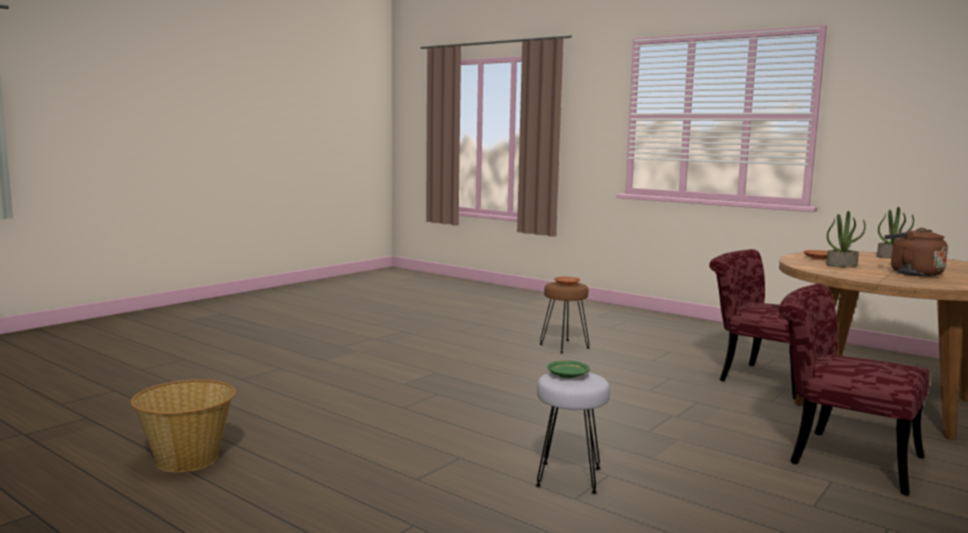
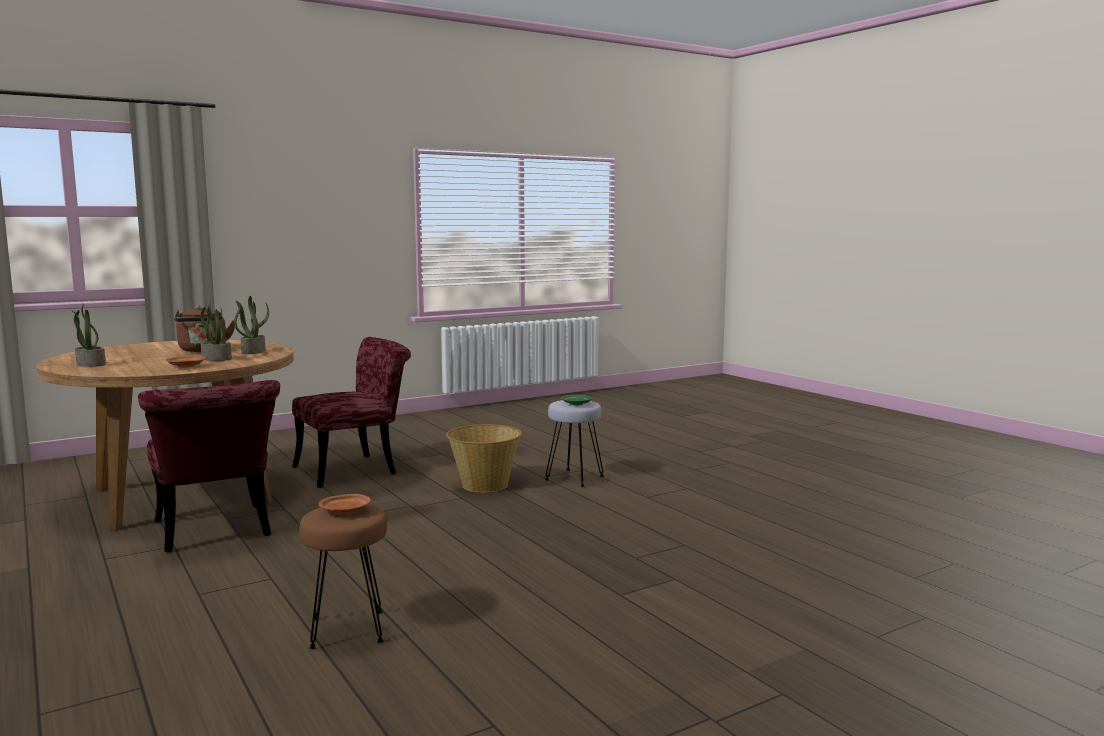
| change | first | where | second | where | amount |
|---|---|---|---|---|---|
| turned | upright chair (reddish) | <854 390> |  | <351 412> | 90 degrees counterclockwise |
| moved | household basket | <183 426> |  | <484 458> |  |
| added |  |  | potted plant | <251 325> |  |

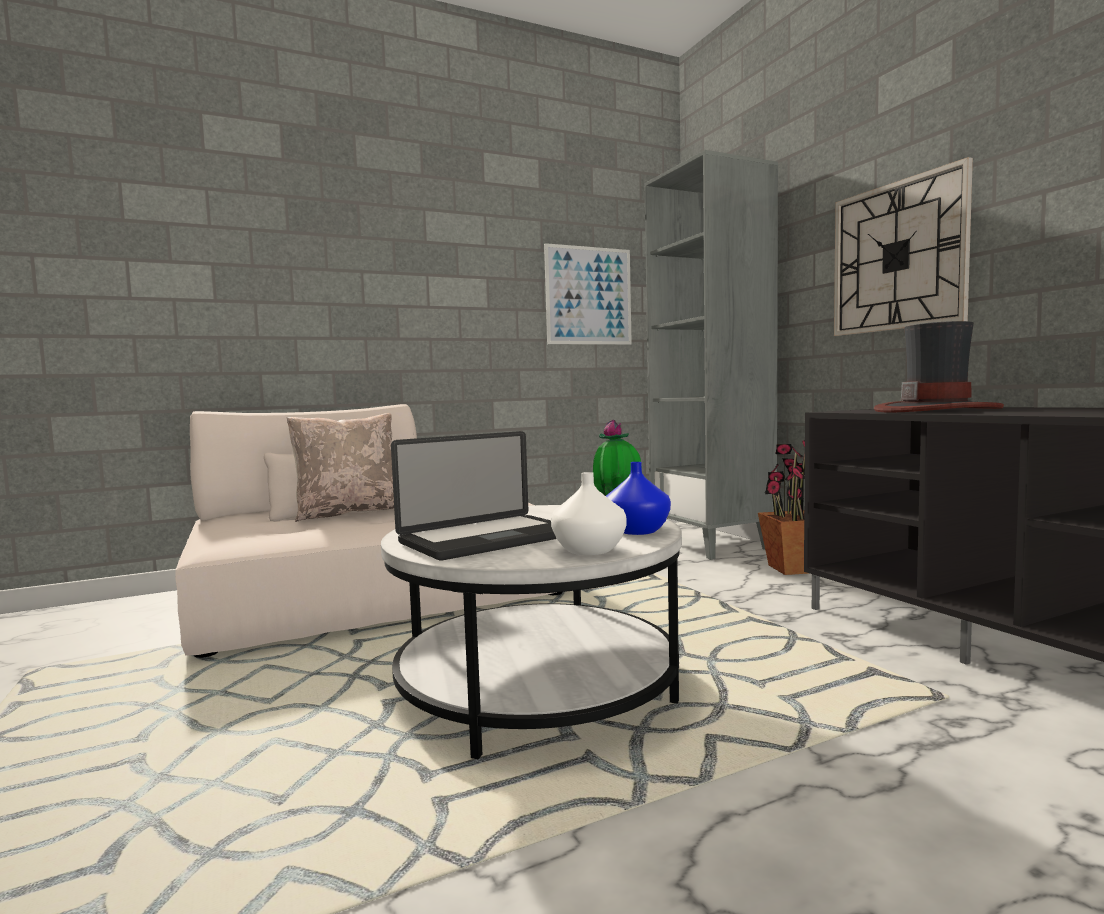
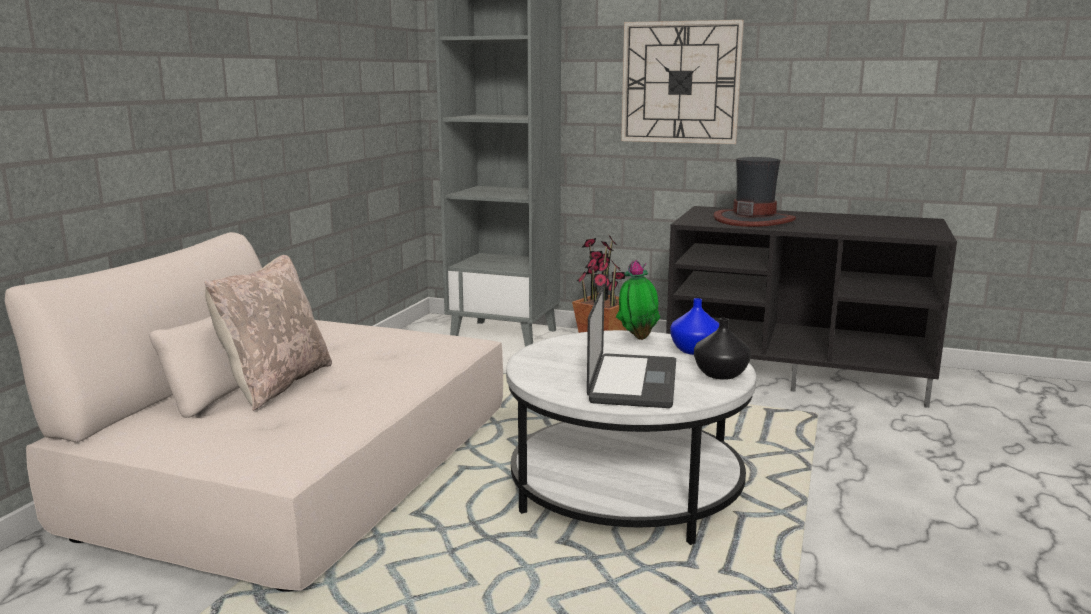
| change | first | where | second | where | amount |
|---|---|---|---|---|---|
| removed | picture | <588 294> |  |  |  |
| recoloured | vase (white-coloured) | <588 513> | vase (black) | <722 349> |  |

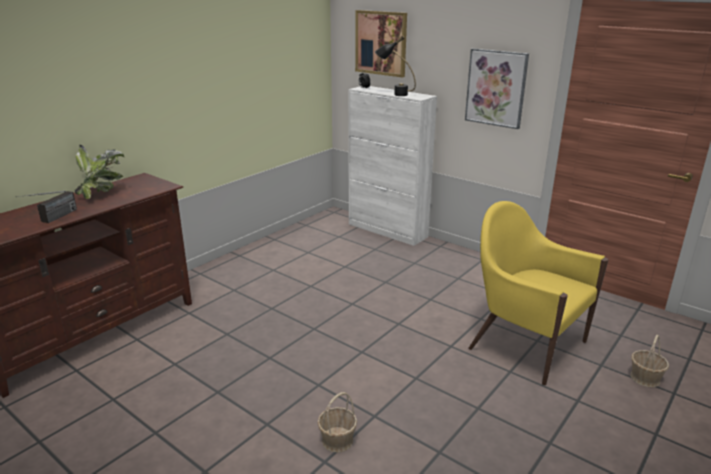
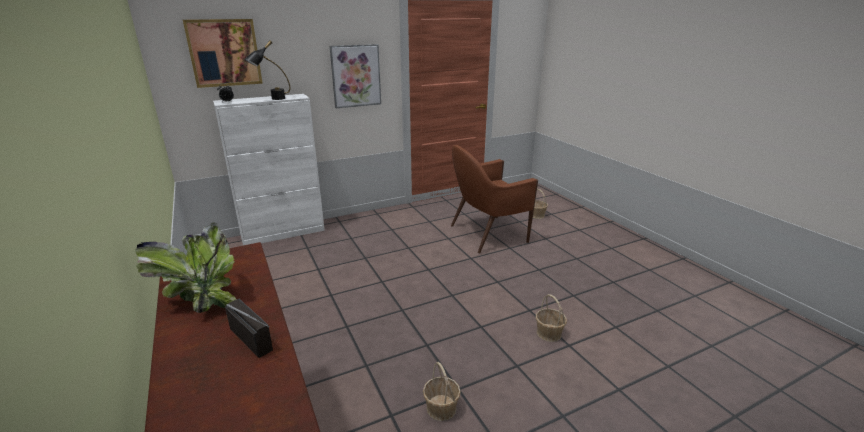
| change | first | where | second | where | amount |
|---|---|---|---|---|---|
| recoloured | armchair (yellow) | <538 293> | armchair (brownish) | <494 199> |  |
| added |  |  | household basket | <442 391> |  |

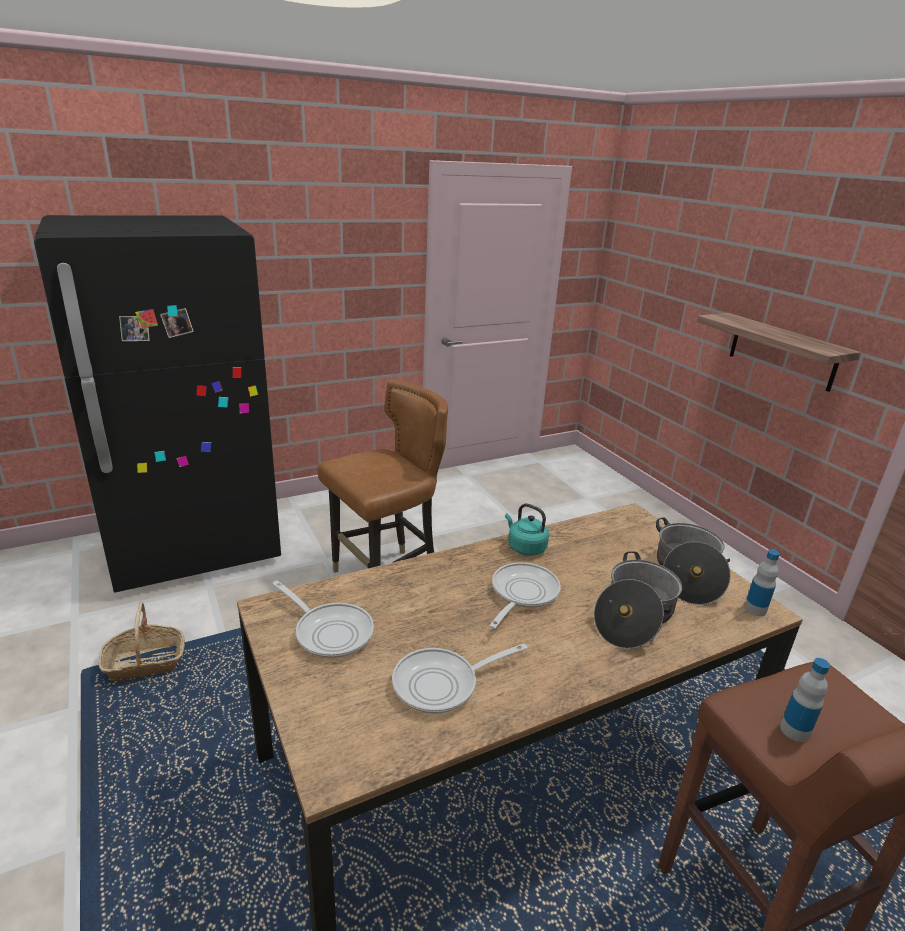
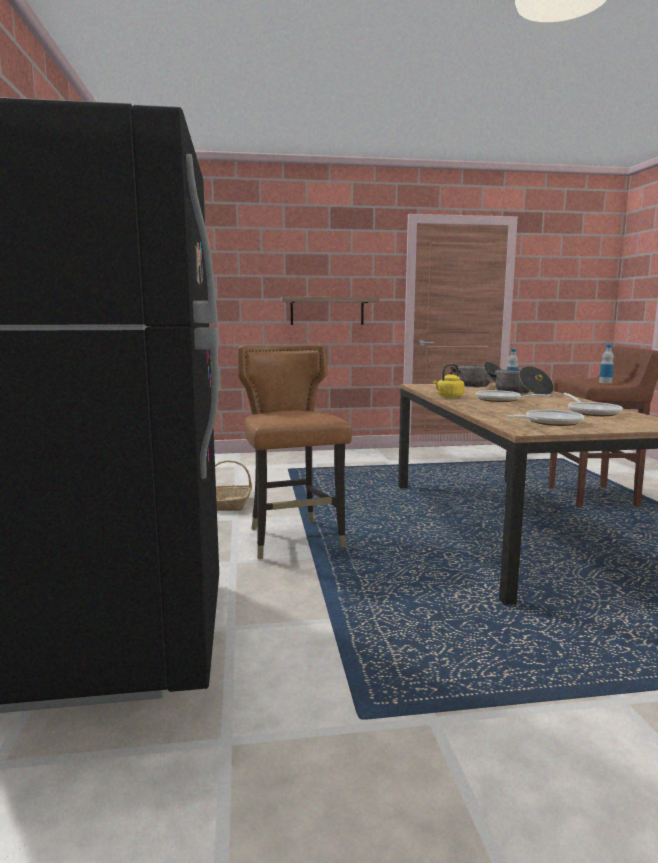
| change | first | where | second | where | amount |
|---|---|---|---|---|---|
| recoloured | water kettle (blue-green) | <527 530> | water kettle (yellow) | <448 381> |  |
| moved | household basket | <142 641> |  | <234 485> |  |

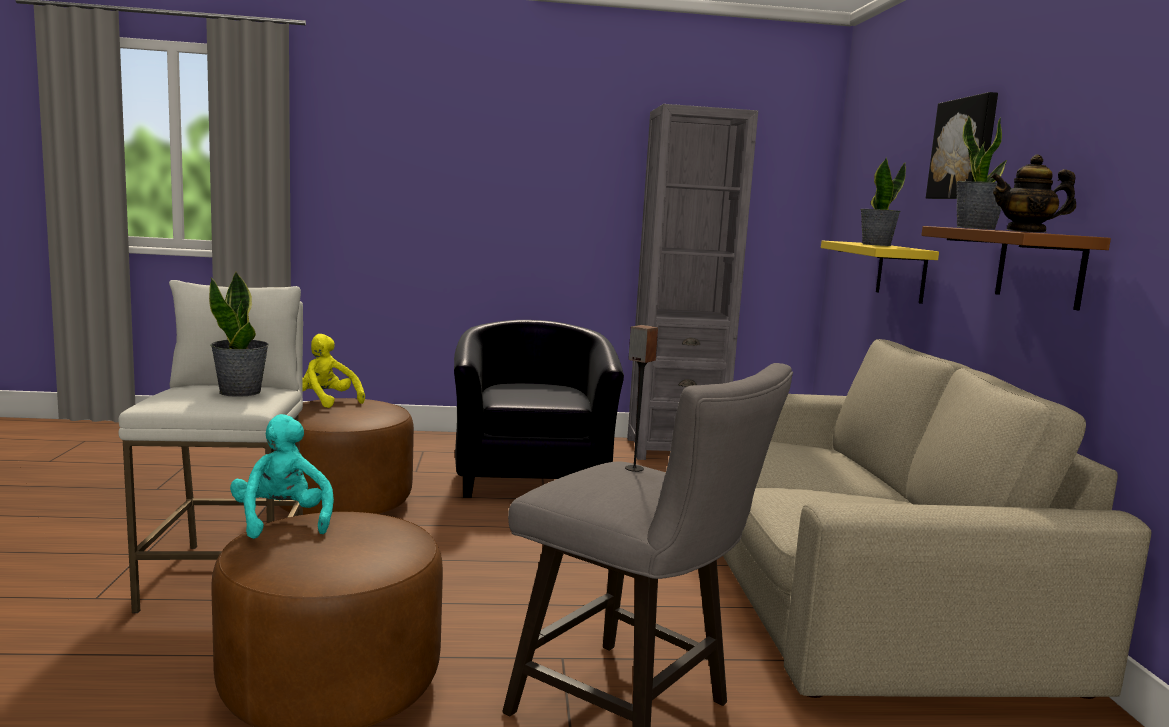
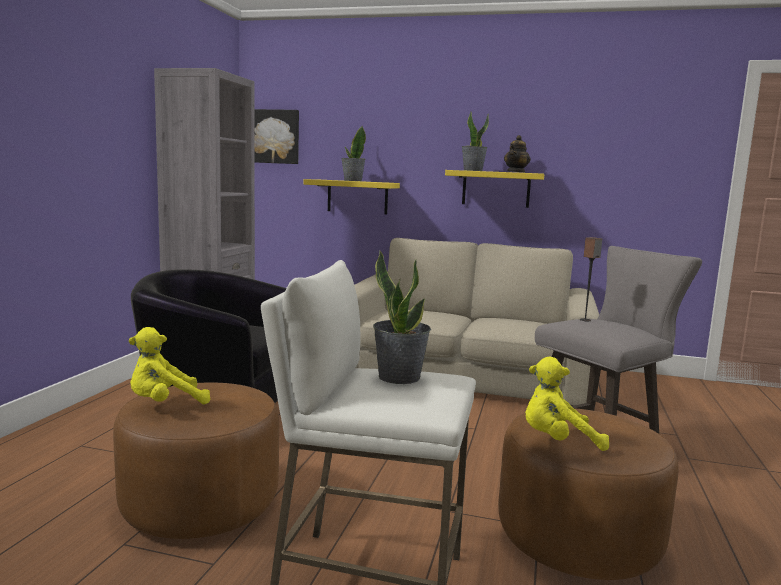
| change | first | where | second | where | amount |
|---|---|---|---|---|---|
| moved | picture | <962 145> |  | <277 136> |  |
| recoloured | shelf (brownish) | <1016 268> | shelf (yellow) | <494 189> |  |
| recoloured | plush toy (blue-green) | <282 476> | plush toy (yellow) | <567 404> |  |

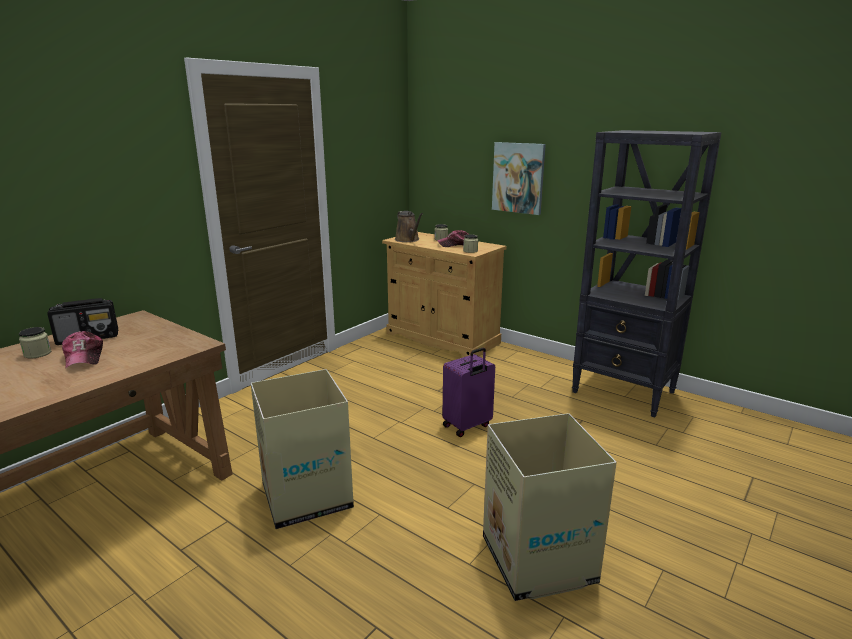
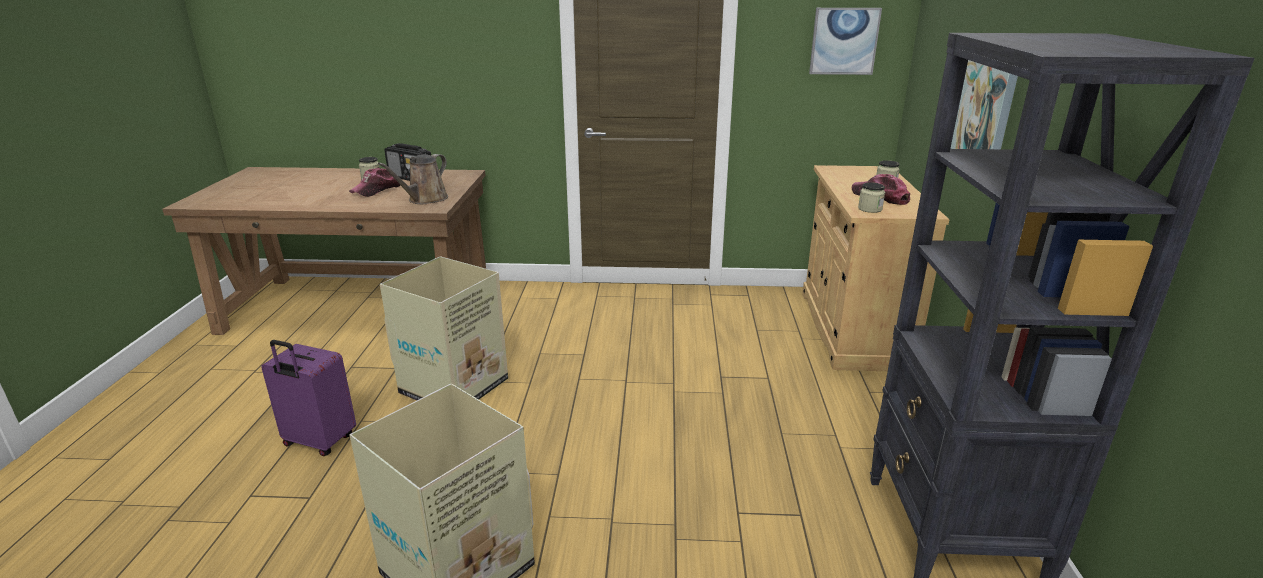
| change | first | where | second | where | amount |
|---|---|---|---|---|---|
| moved | watering can (brownish) | <409 226> |  | <413 179> |  |
| moved | suitcase (purple-coloured) | <468 392> |  | <308 398> |  |
| added |  |  | picture | <845 41> |  |

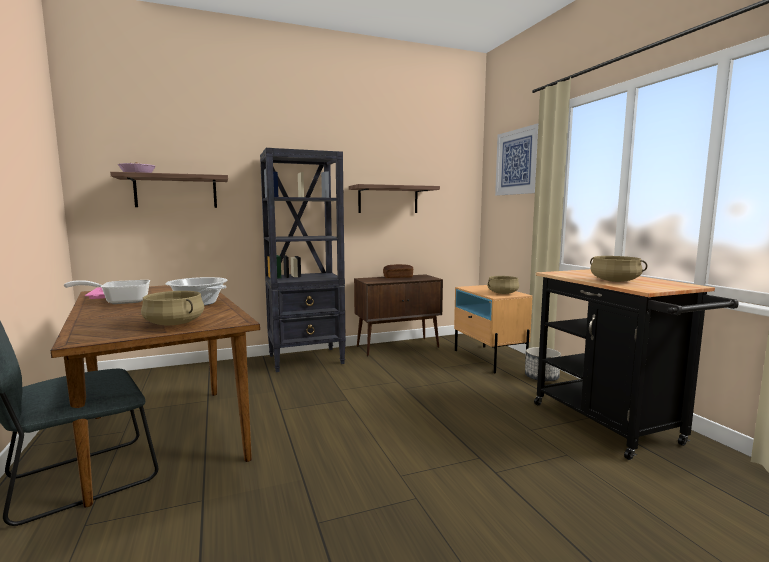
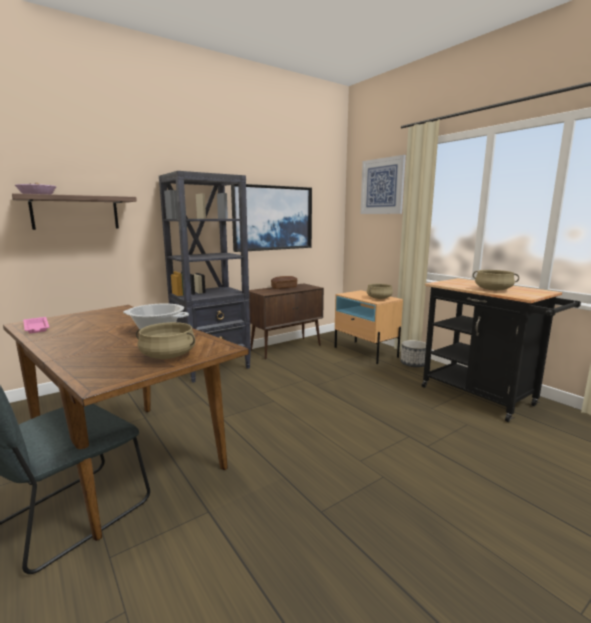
| change | first | where | second | where | amount |
|---|---|---|---|---|---|
| replaced | shelf | <394 198> | picture | <271 218> |  |
| removed | pan | <107 292> |  |  |  |

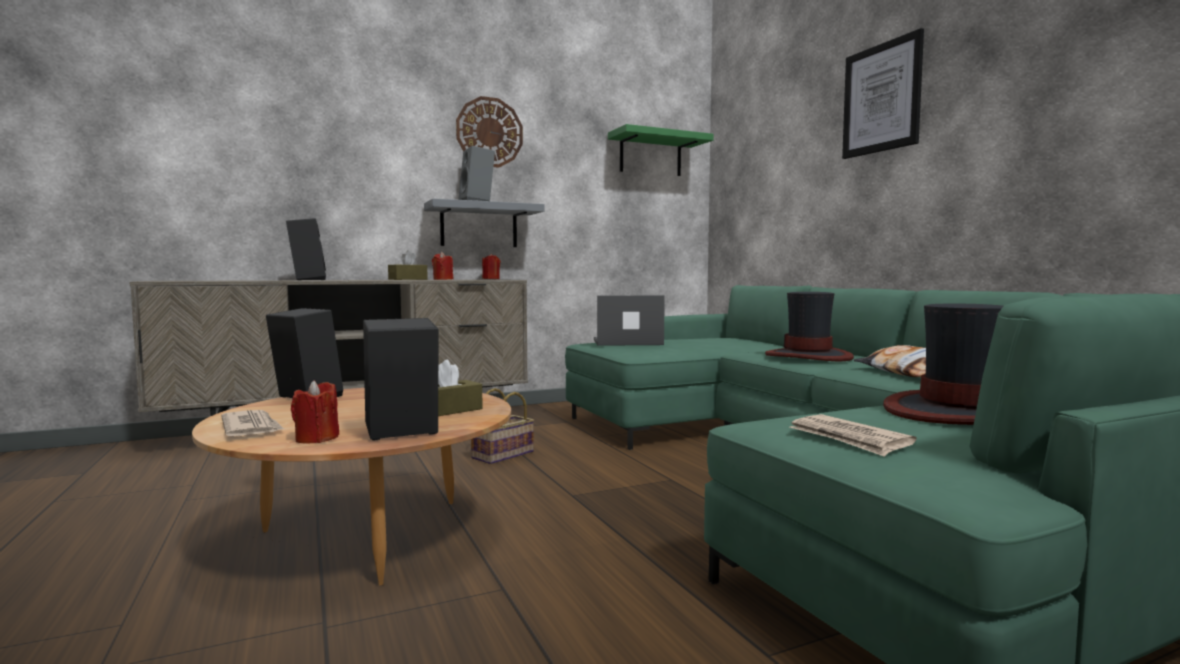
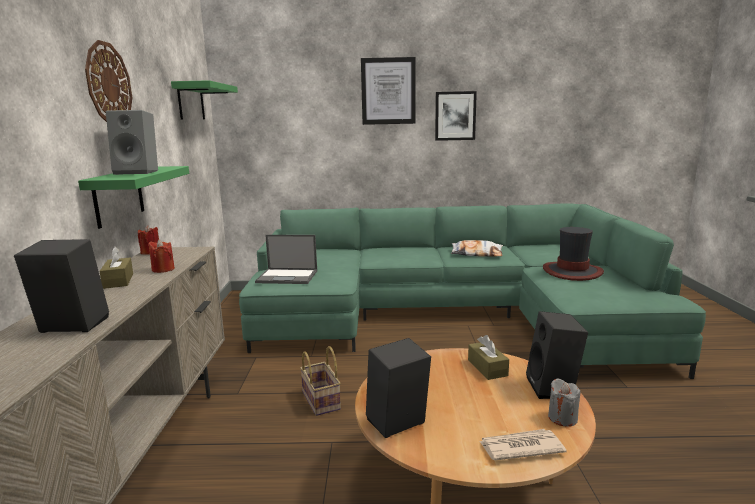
| change | first | where | second | where | amount |
|---|---|---|---|---|---|
| recoloured | shelf (greyish) | <484 222> | shelf (green) | <133 197> |  |
| removed | wearable hat | <809 326> |  |  |  |
| turned | laptop | <629 320> |  | <286 259> | 105 degrees counterclockwise |
| recoloured | wax light (reddish) | <315 411> | wax light (greyish) | <564 402> |  |
| removed | printed paper | <853 435> |  |  |  |
| added |  |  | picture | <456 116> |  |

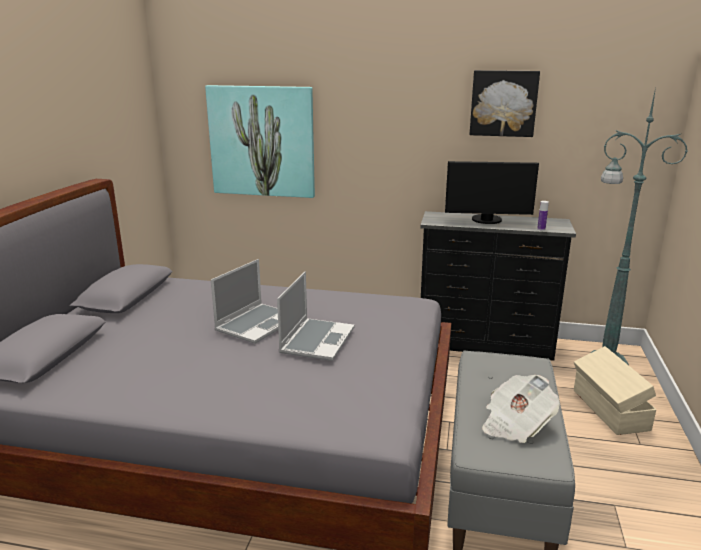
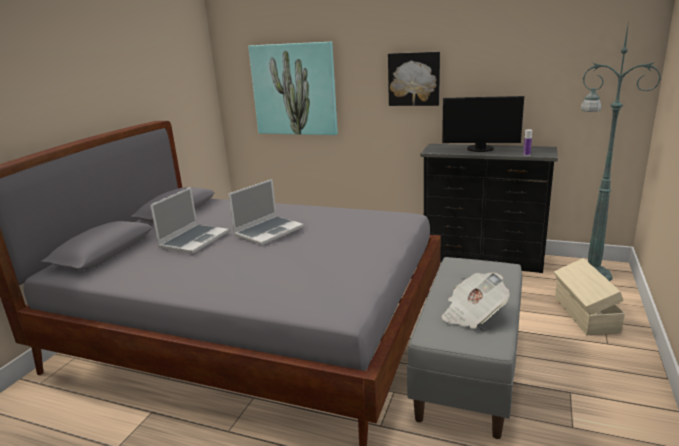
| change | first | where | second | where | amount |
|---|---|---|---|---|---|
| moved | picture | <505 103> |  | <414 79> |  |
| moved | laptop | <316 316> |  | <189 220> |  |

